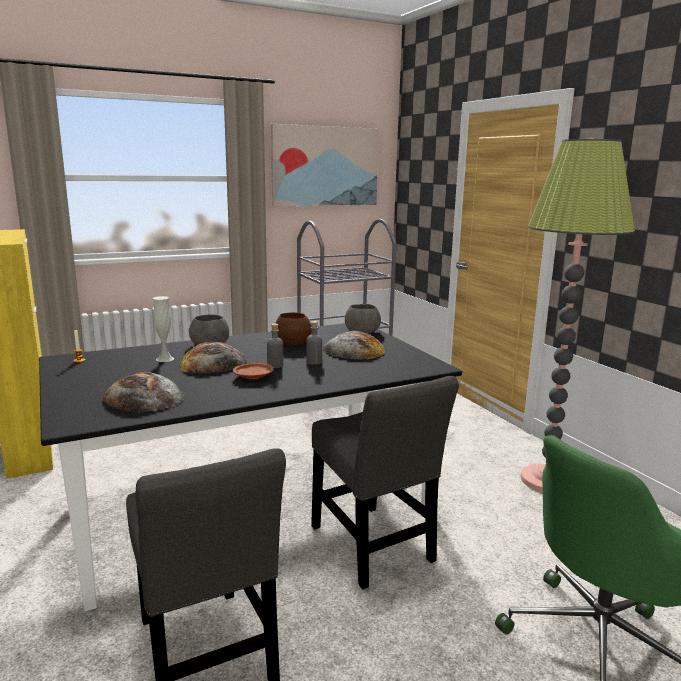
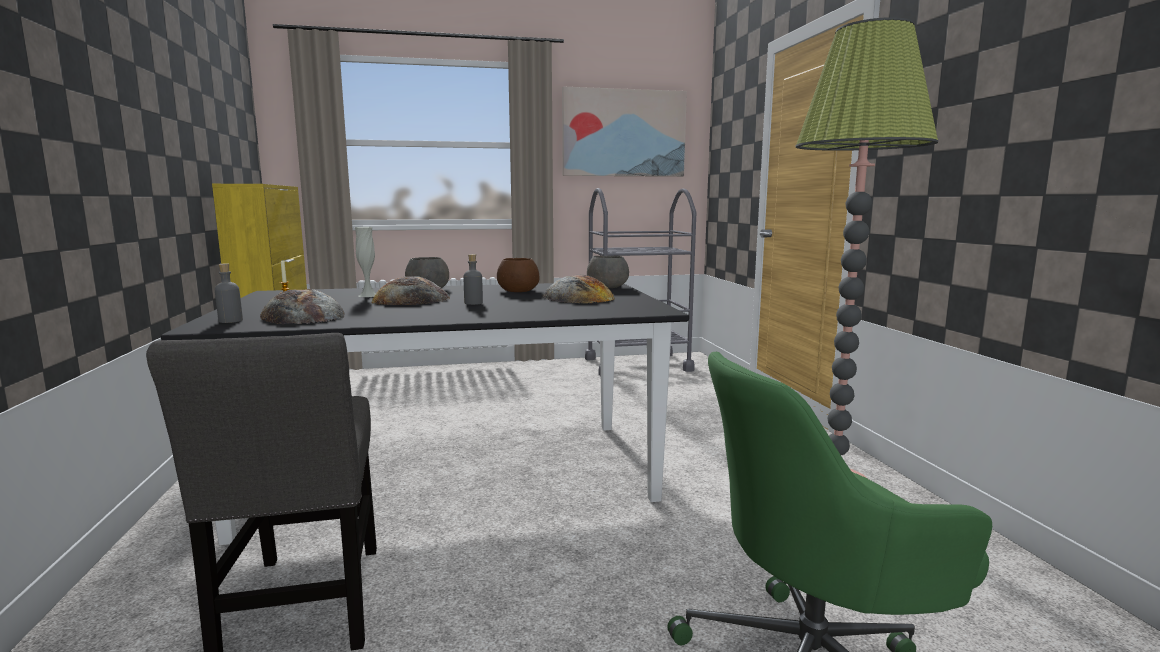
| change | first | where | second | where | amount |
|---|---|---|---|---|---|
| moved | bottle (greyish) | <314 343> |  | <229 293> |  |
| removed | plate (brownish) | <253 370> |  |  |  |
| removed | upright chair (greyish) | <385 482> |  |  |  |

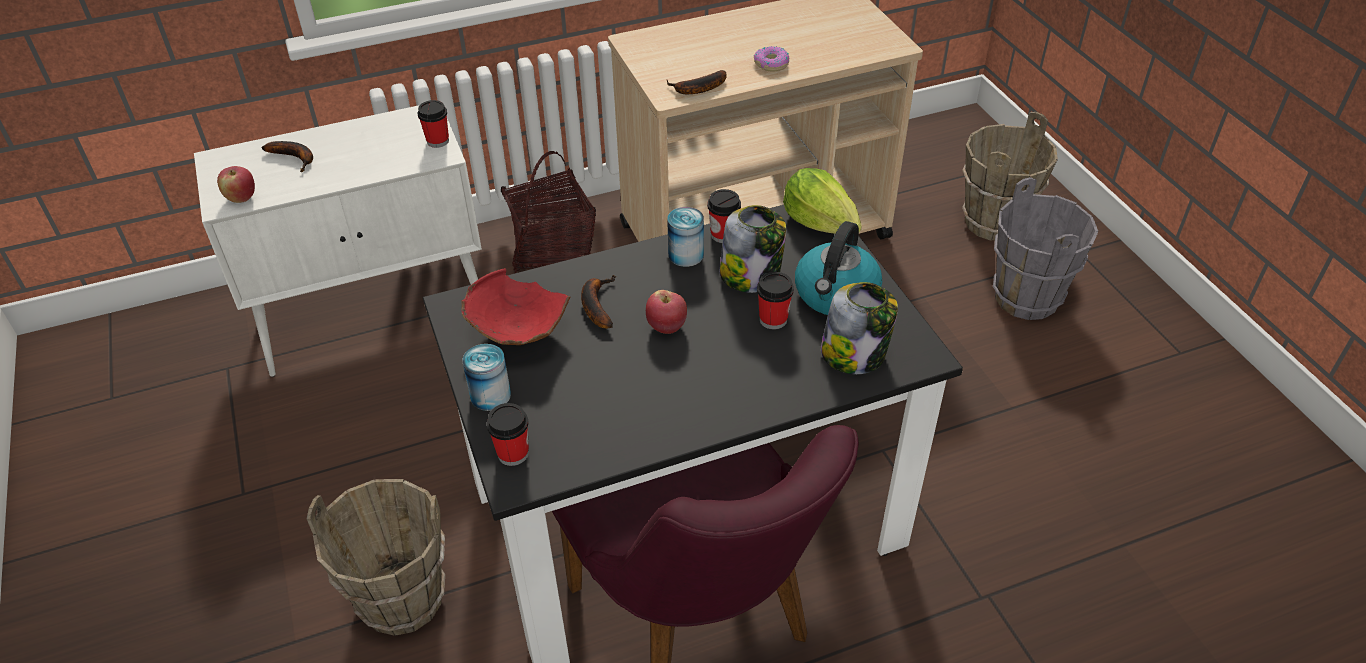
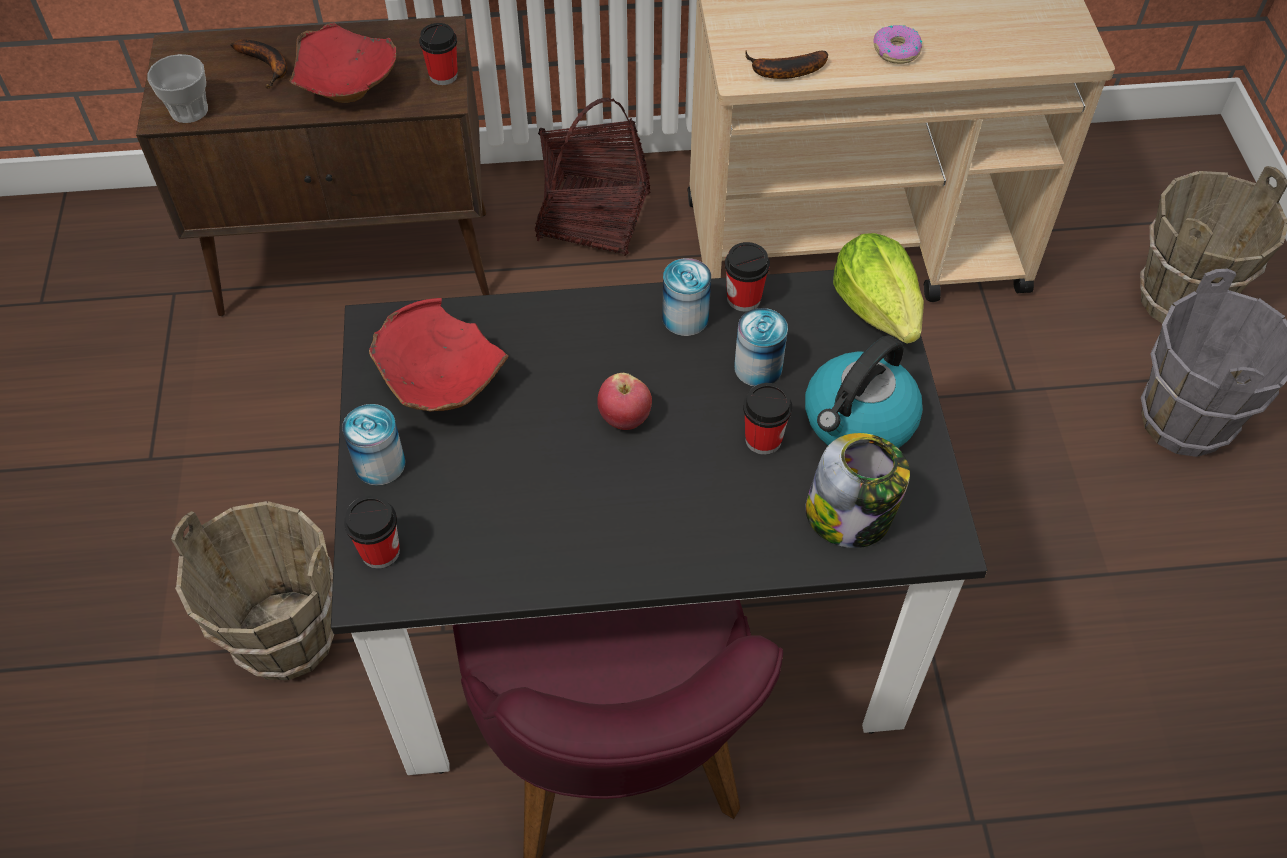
| change | first | where | second | where | amount |
|---|---|---|---|---|---|
| recoloured | cupboard (white-coloured) | <338 241> | cupboard (brownish) | <313 166> |  |
| replaced | whole apple | <236 184> | small cup | <177 88> |  |
| replaced | jar | <753 249> | sealed can | <761 347> |  |
| removed | banana | <598 301> |  |  |  |
| added |  |  | deep dish (reddish) | <342 62> |  |

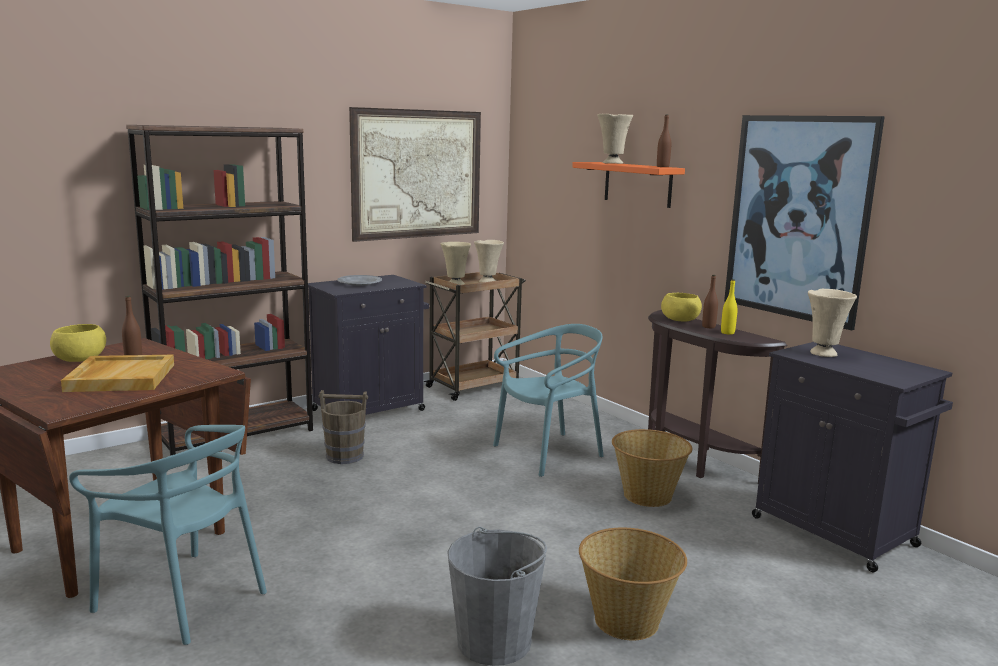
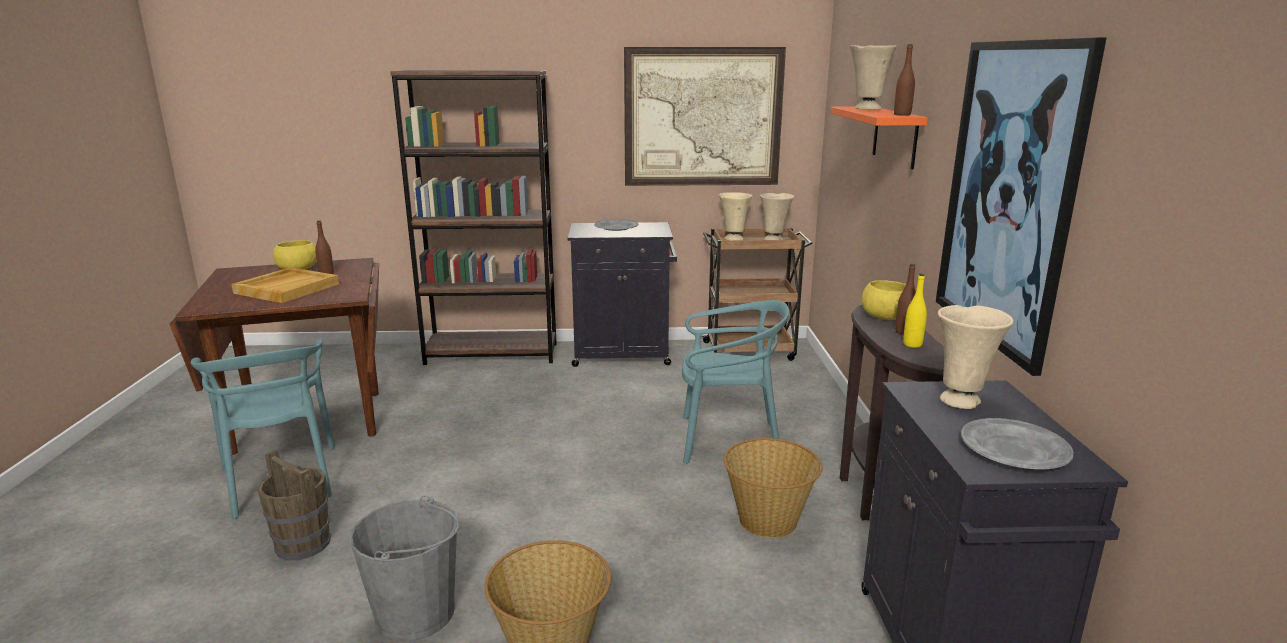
| change | first | where | second | where | amount |
|---|---|---|---|---|---|
| moved | water bucket (brownish) | <343 427> |  | <294 504> |  |
| added |  |  | plate (greyish) | <1017 443> |  |

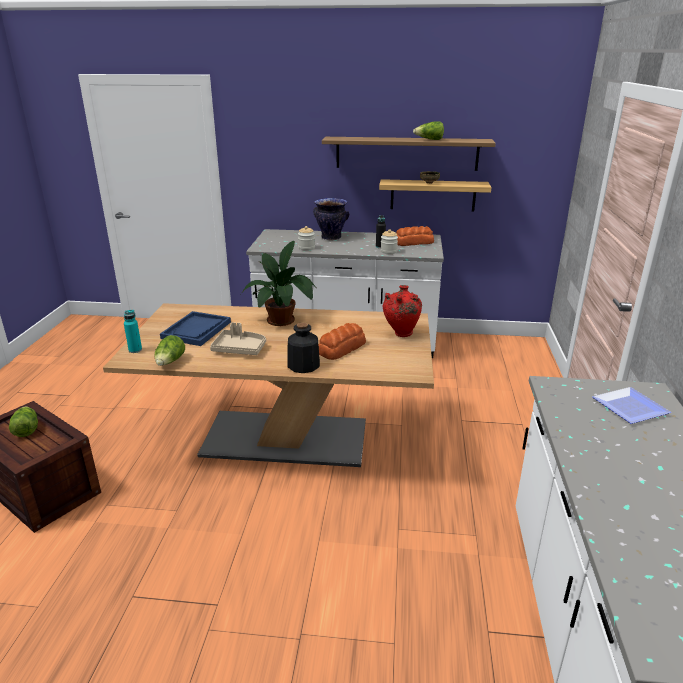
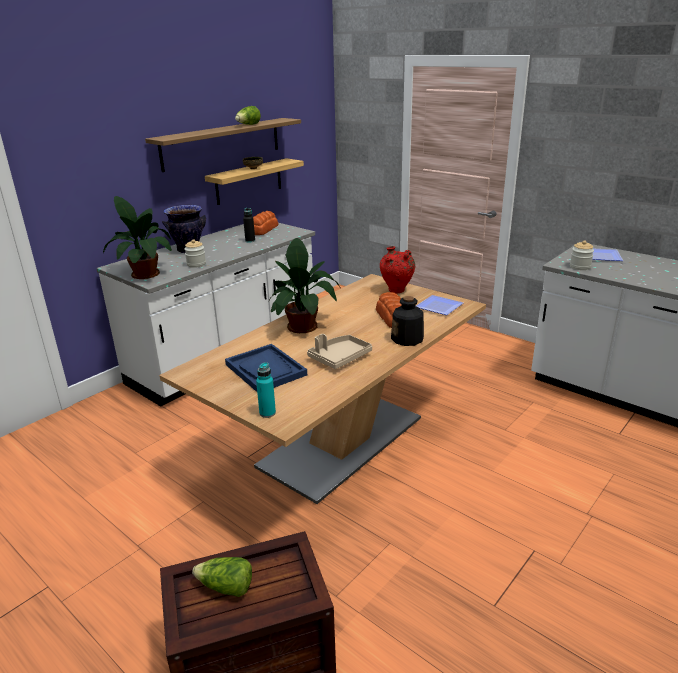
| change | first | where | second | where | amount |
|---|---|---|---|---|---|
| moved | jar | <389 241> |  | <582 255> |  |
| removed | lettuce head | <169 350> |  |  |  |
| added |  |  | potted plant | <137 237> |  |
| added |  |  | plate | <439 305> |  |

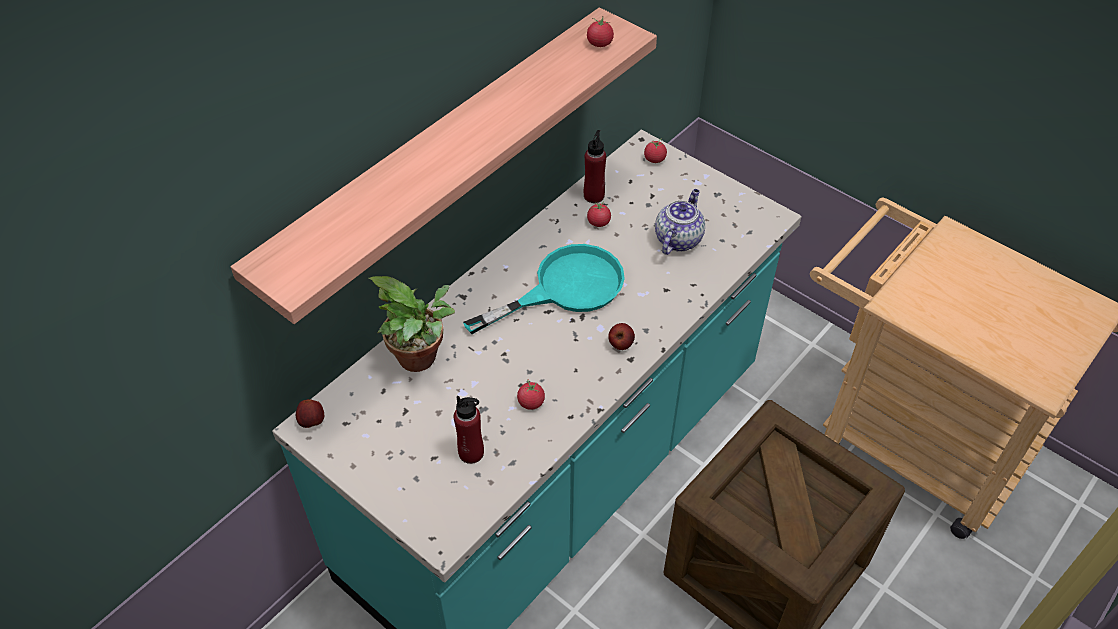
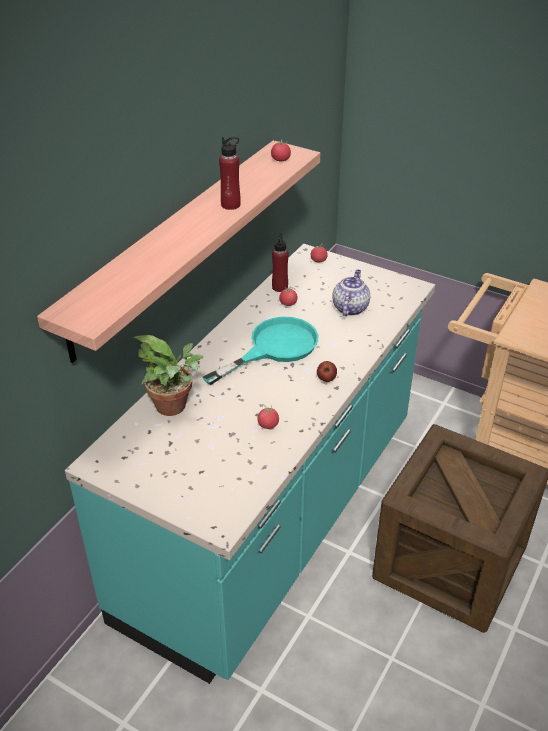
| change | first | where | second | where | amount |
|---|---|---|---|---|---|
| moved | bottle (reddish) | <469 430> |  | <230 173> |  |
| removed | whole apple | <310 413> |  |  |  |

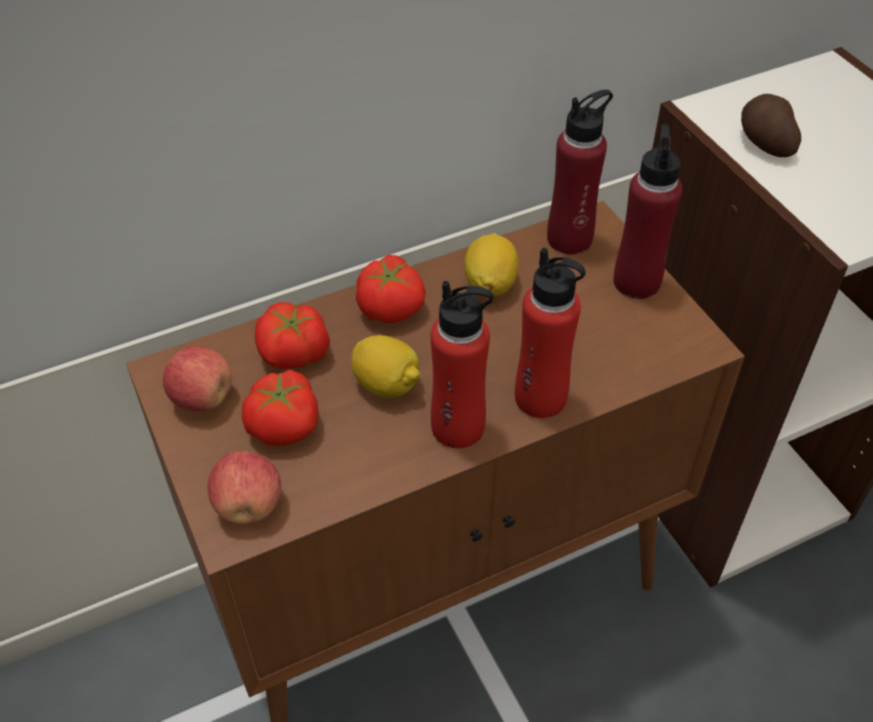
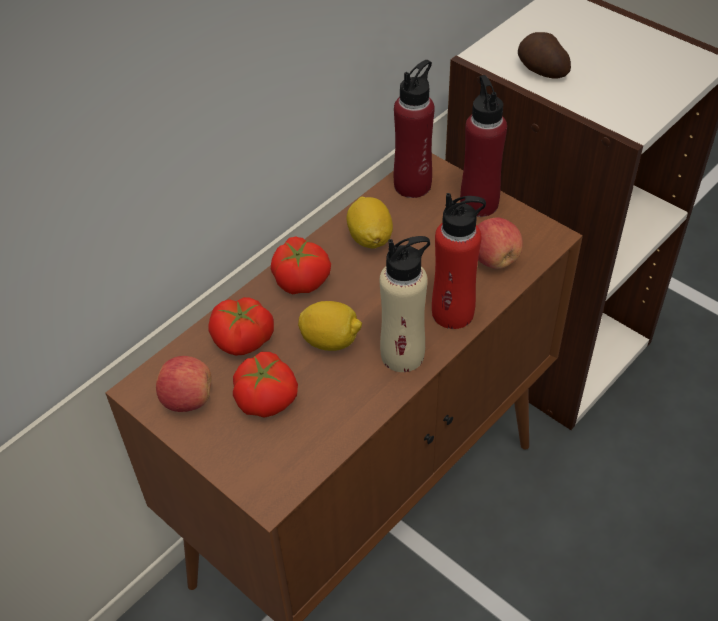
| change | first | where | second | where | amount |
|---|---|---|---|---|---|
| recoloured | bottle (reddish) | <462 364> | bottle (beige-coloured) | <404 304> |  |
| moved | whole apple | <245 487> |  | <500 243> |  |

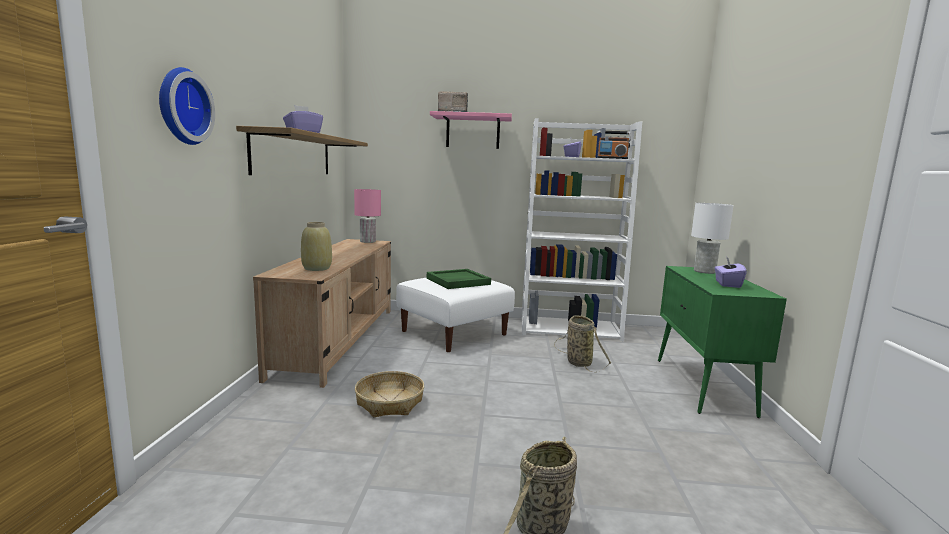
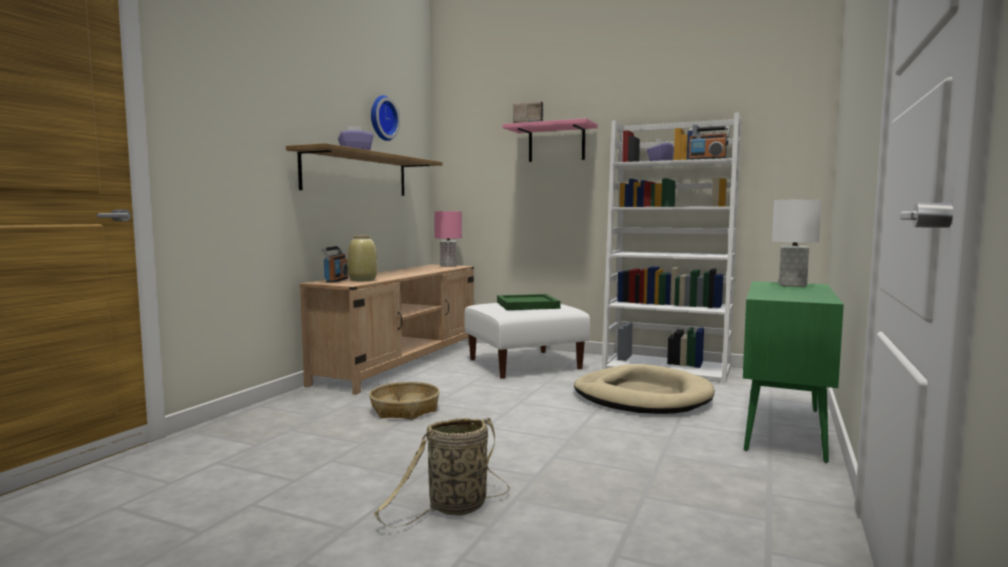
| change | first | where | second | where | amount |
|---|---|---|---|---|---|
| moved | clock on the wall | <187 106> |  | <385 118> |  |
| removed | tissue holder (purple-coloured) | <730 272> |  |  |  |
| replaced | household basket | <582 344> | pet bed (beige-coloured) | <644 389> |  |
| added |  |  | radio | <335 264> |  |

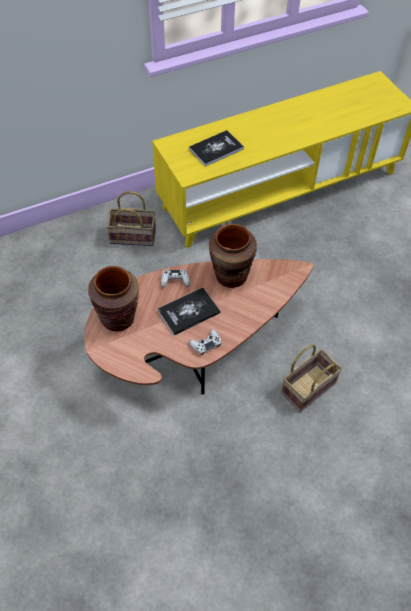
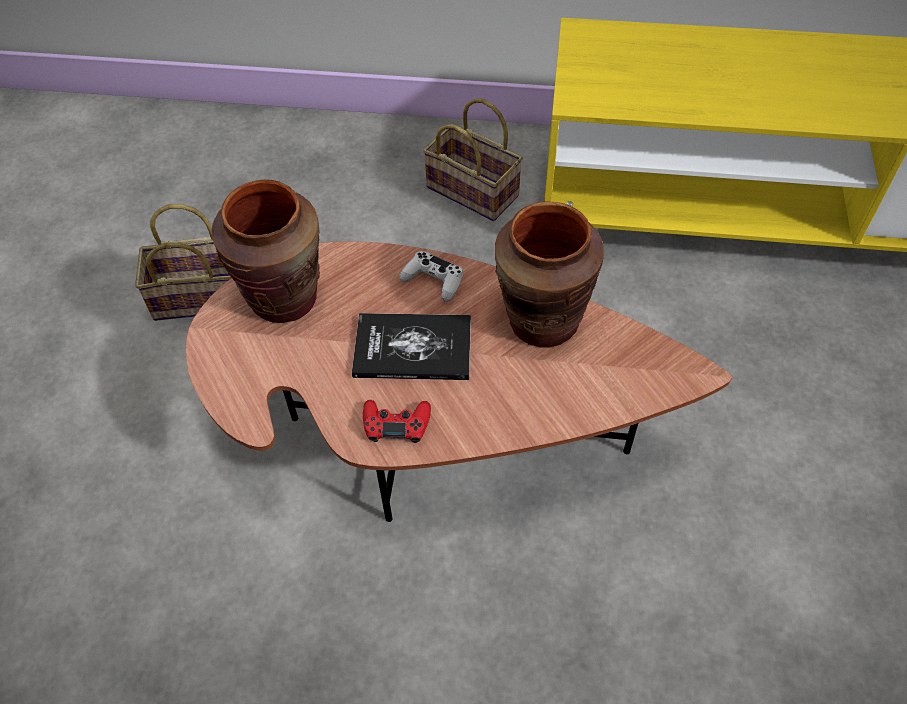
| change | first | where | second | where | amount |
|---|---|---|---|---|---|
| removed | volume | <216 148> |  |  |  |
| recoloured | gamepad (white-coloured) | <205 342> | gamepad (reddish) | <397 421> |  |
| moved | household basket | <311 378> |  | <183 262> |  |

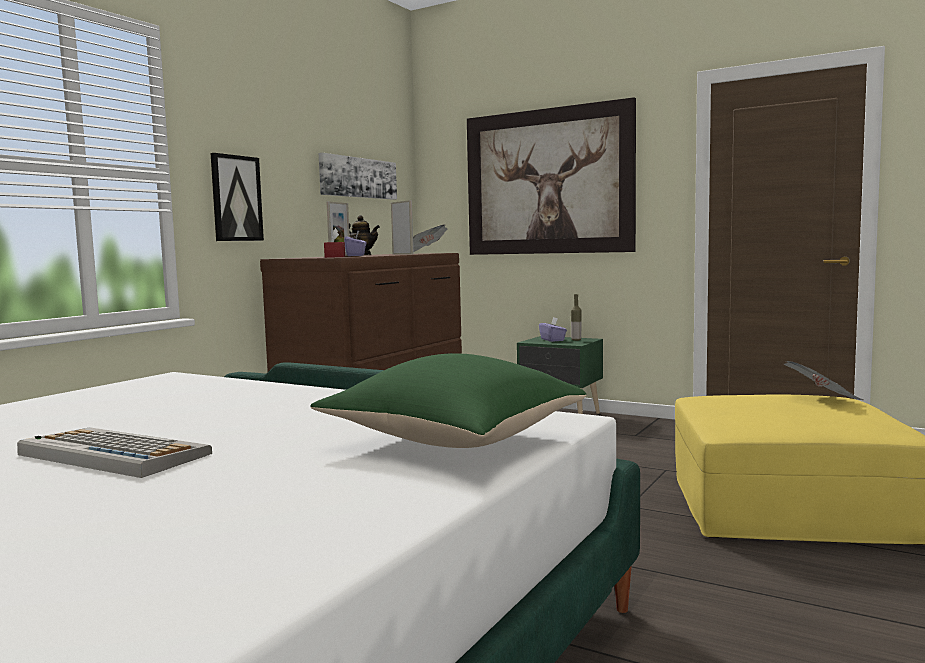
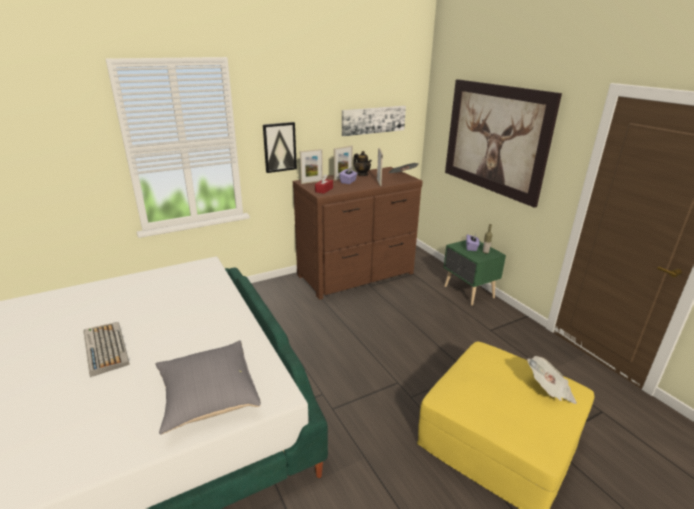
| change | first | where | second | where | amount |
|---|---|---|---|---|---|
| recoloured | cushion (green) | <448 400> | cushion (greyish) | <208 387> |  |
| added |  |  | standing frame | <311 166> |  |

